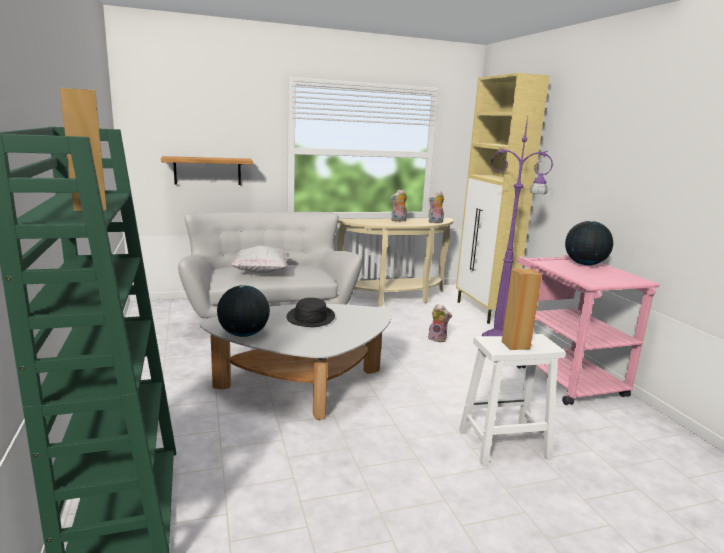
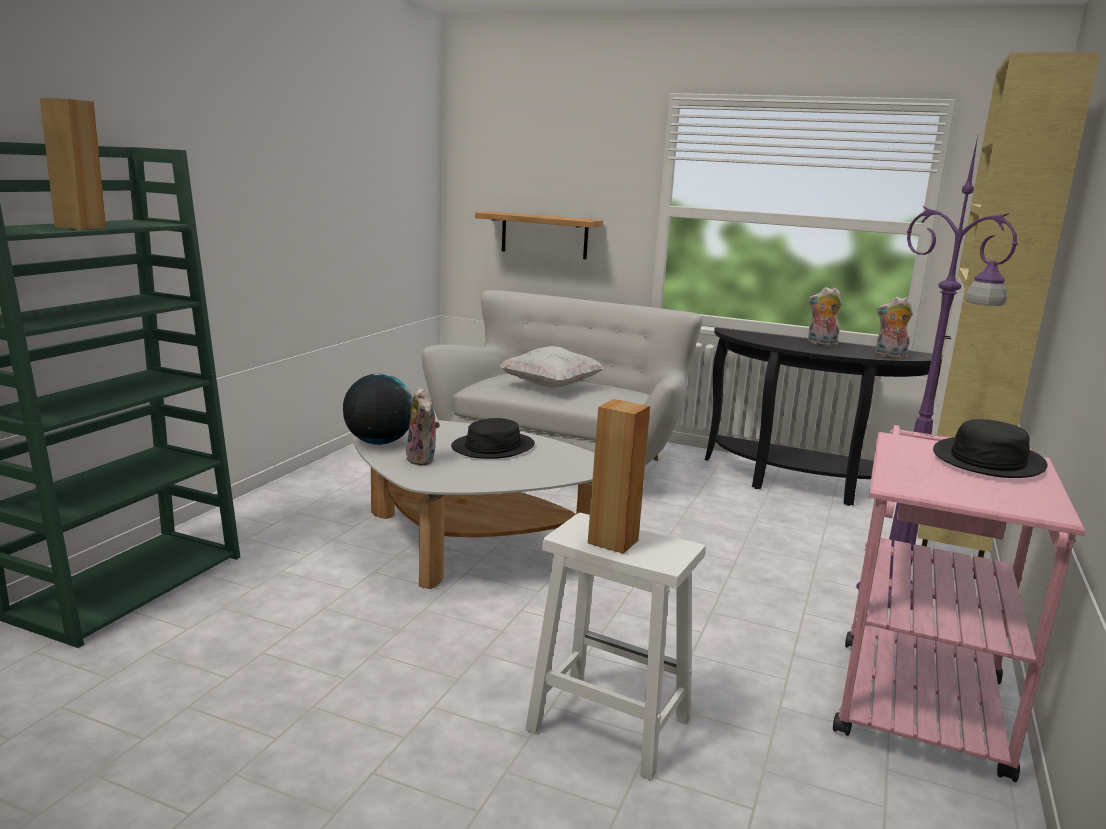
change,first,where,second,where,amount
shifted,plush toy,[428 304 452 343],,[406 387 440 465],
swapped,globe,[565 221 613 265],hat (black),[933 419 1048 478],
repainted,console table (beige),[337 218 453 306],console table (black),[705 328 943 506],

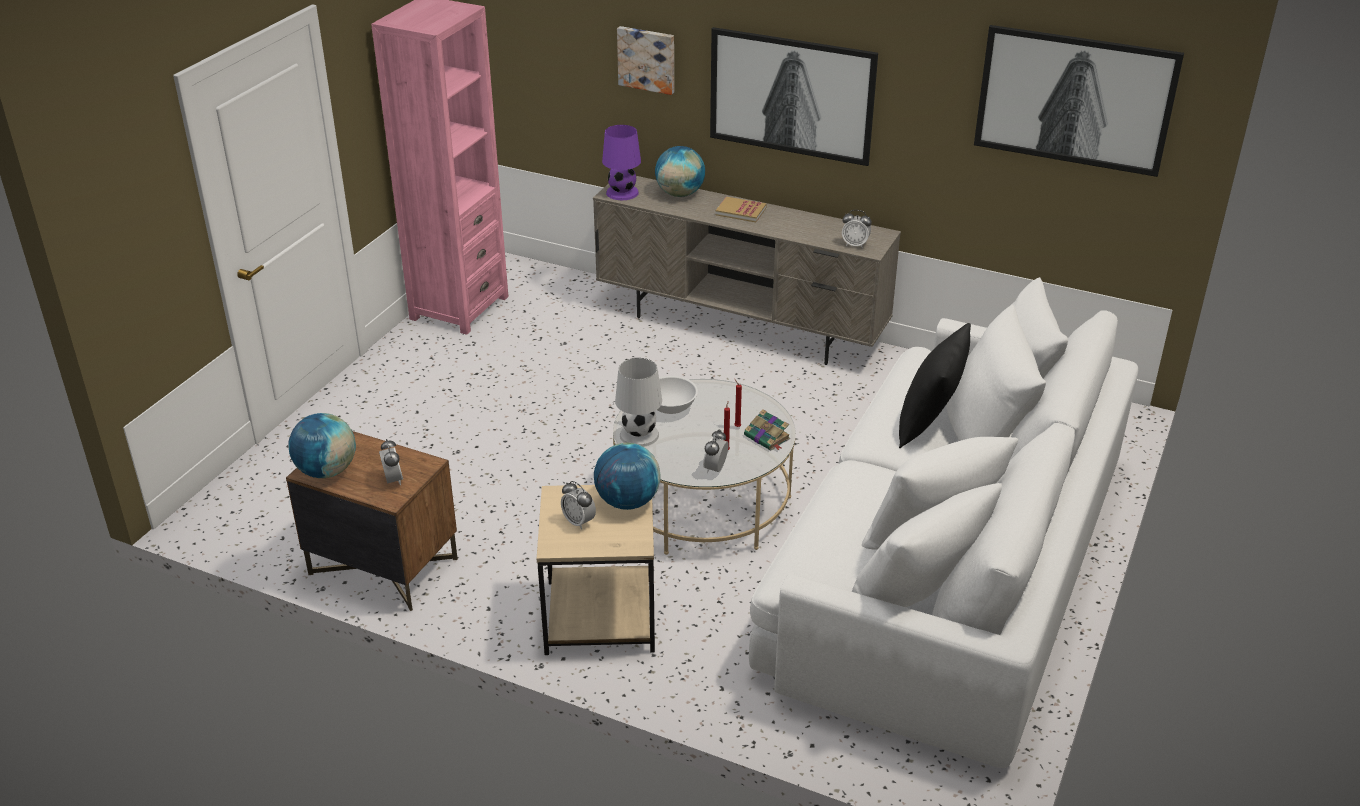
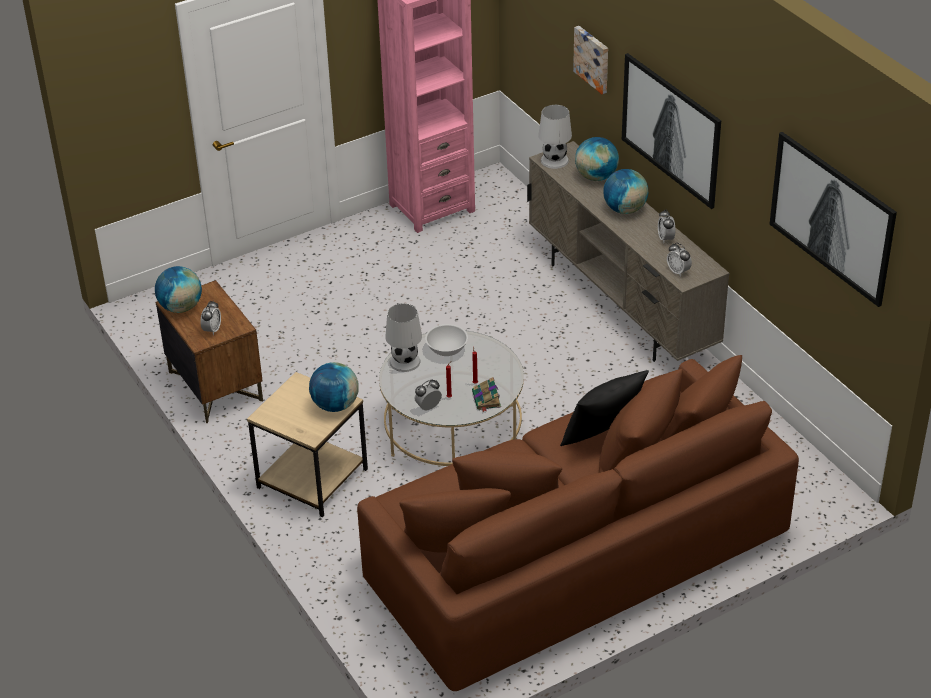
change,first,where,second,where,amount
shifted,alarm clock,[561 481 596 530],,[658 210 675 242],
swapped,book,[716 197 767 222],globe,[603 169 648 214],
repainted,table lamp (purple),[602 125 641 200],table lamp (white),[538 105 572 169],
repainted,sofa (white),[749 277 1138 768],sofa (brown),[357 355 799 691],

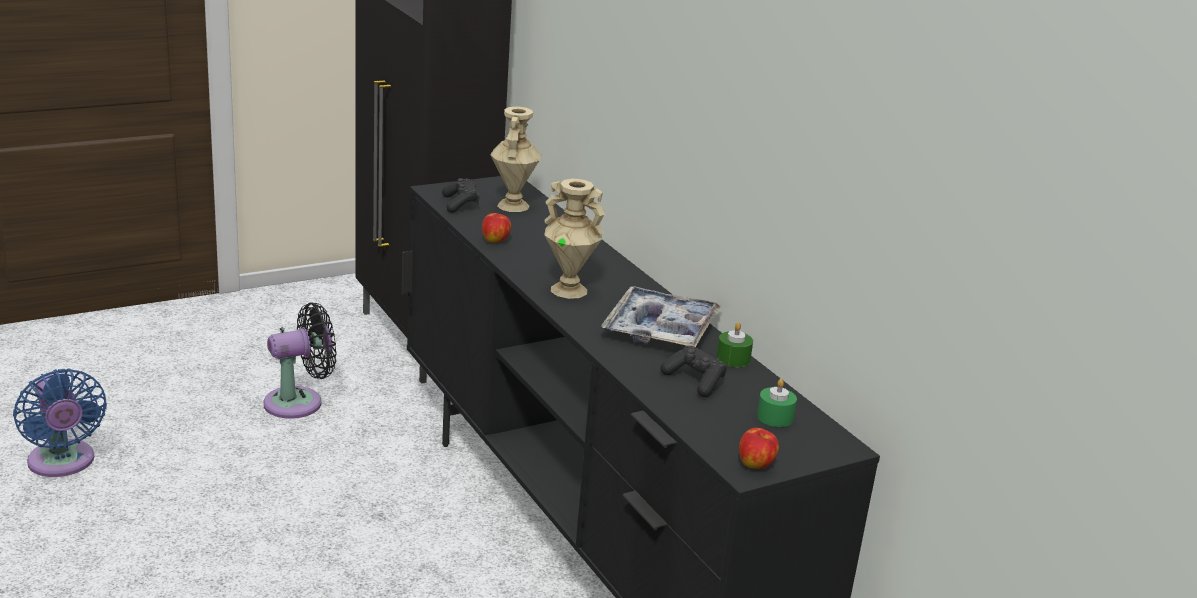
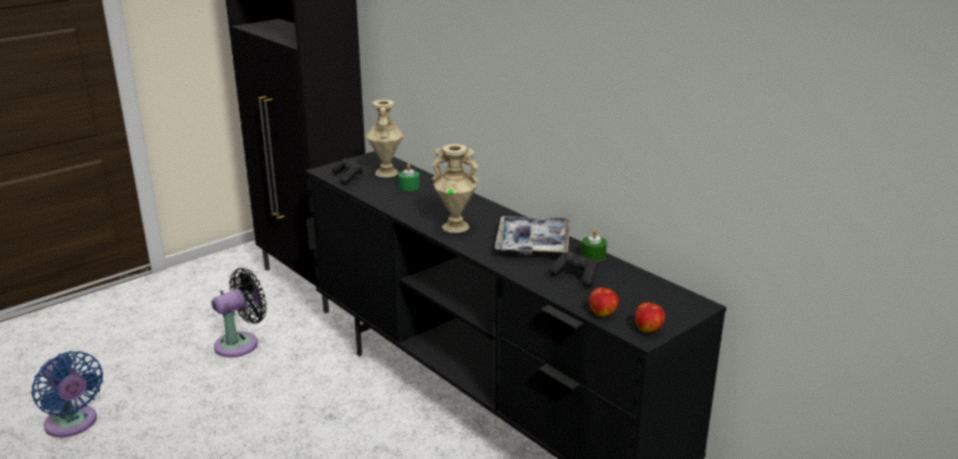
change,first,where,second,where,amount
shifted,apple,[482 213 511 243],,[589 288 619 317],
shifted,candle (green),[757 379 797 427],,[398 164 420 191],

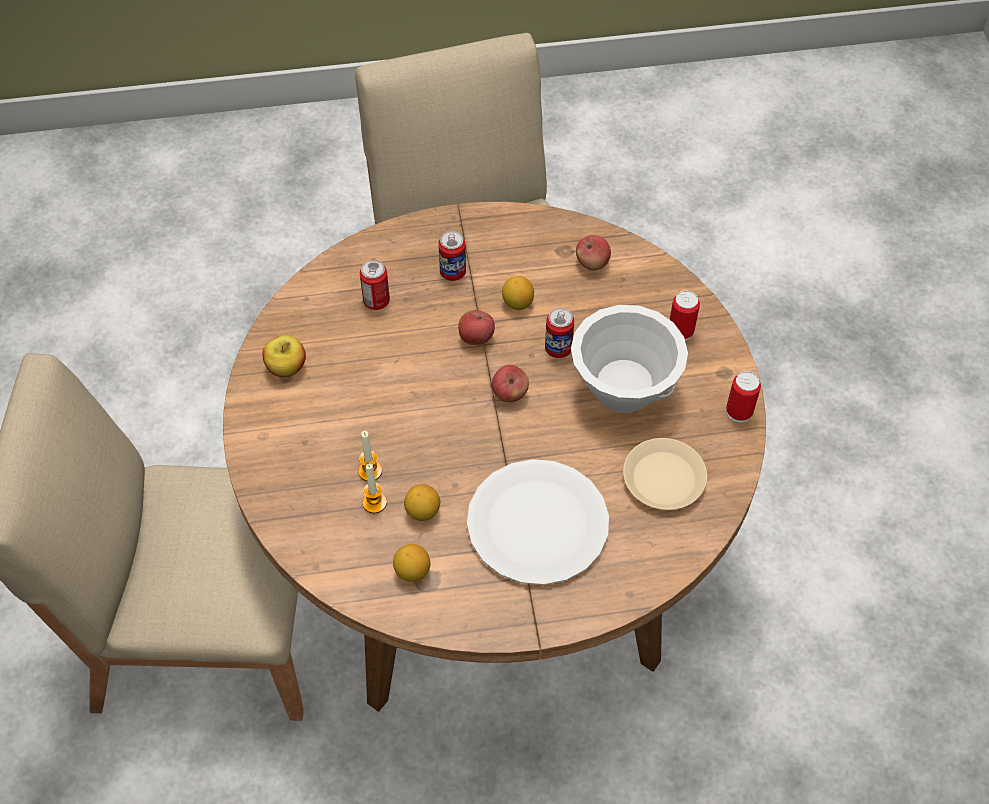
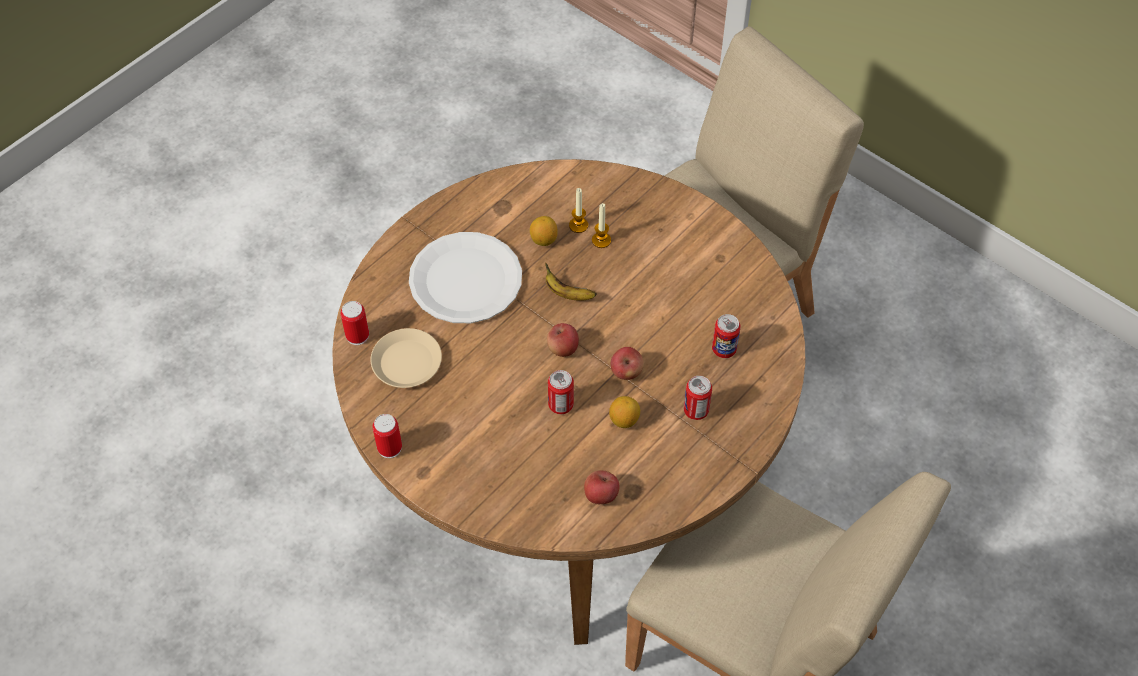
change,first,where,second,where,amount
gone,apple,[262 335 306 377],,,
gone,lemon,[393 544 431 582],,,
gone,bowl (white),[571 305 688 413],,,
new,,,banana,[545 263 597 301],
shifted,can,[670 291 700 341],,[341 301 369 345],

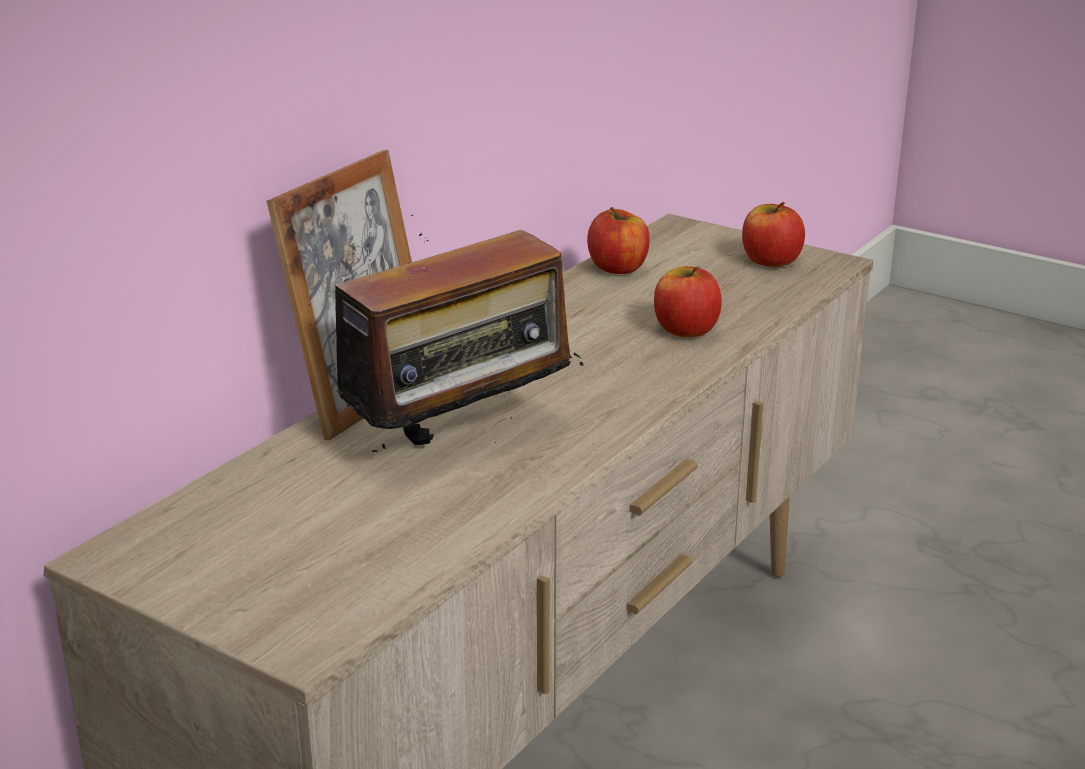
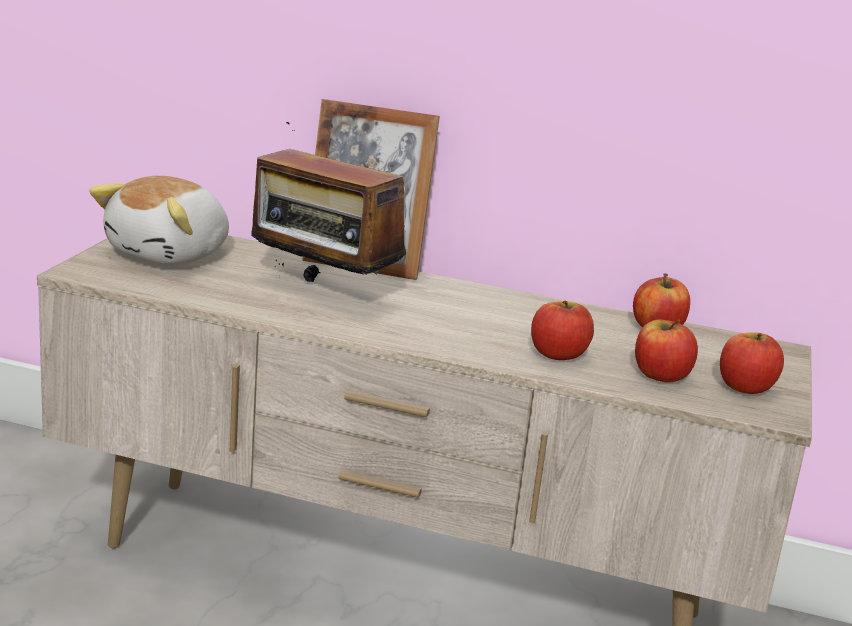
change,first,where,second,where,amount
new,,,plush toy,[89 176 229 265],
new,,,apple,[635 319 698 383],

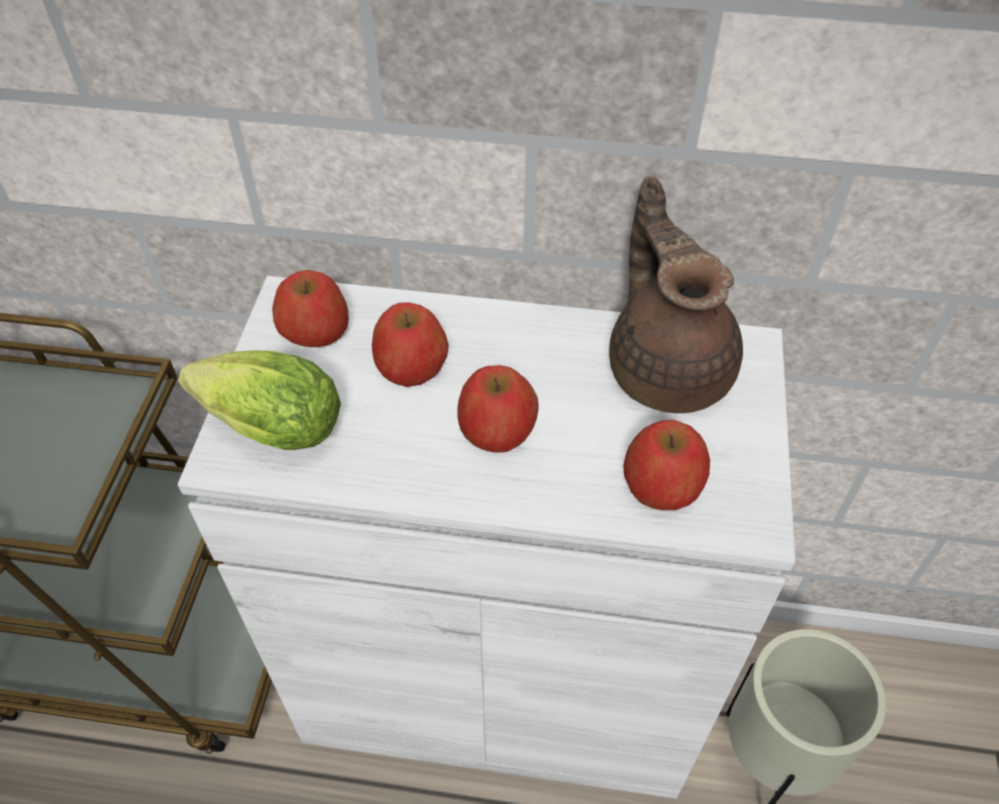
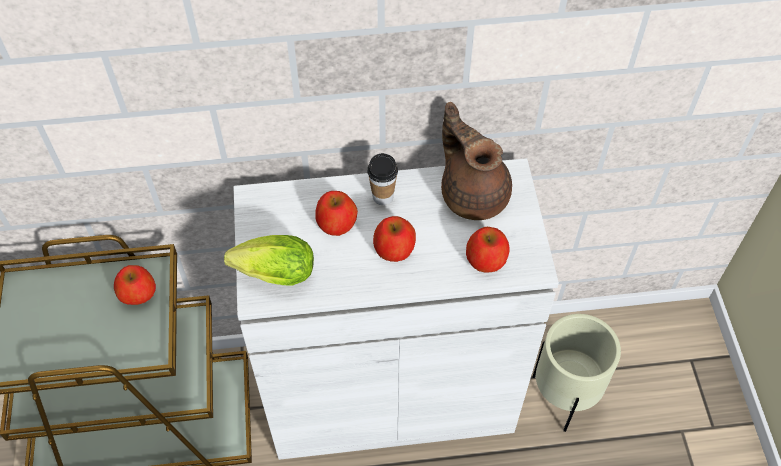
change,first,where,second,where,amount
new,,,cup,[367 153 398 205],
shifted,apple,[272 270 349 347],,[114 265 156 305],

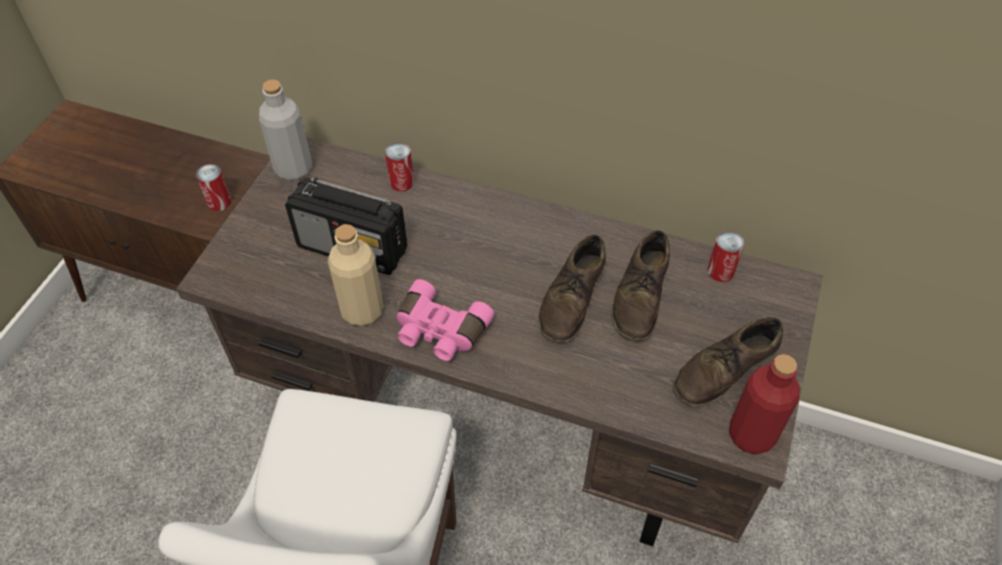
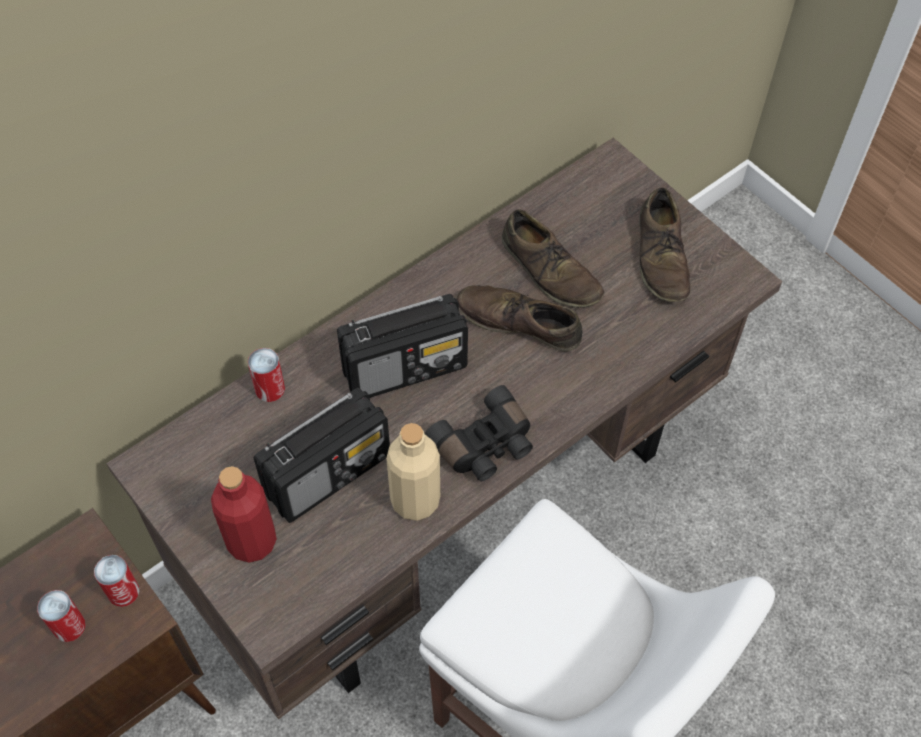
change,first,where,second,where,amount
gone,bottle (grey),[259 79 312 180],,,
new,,,radio,[337 294 468 398],
shifted,can,[707 231 744 282],,[37 590 86 642],
shifted,bottle (red),[729 354 800 455],,[211 466 277 563],
repainted,binoculars (pink),[397 279 494 361],binoculars (black),[425 385 533 481],
rotated,shoe (brown),[538 235 606 343],,[456 285 582 351],150 degrees clockwise

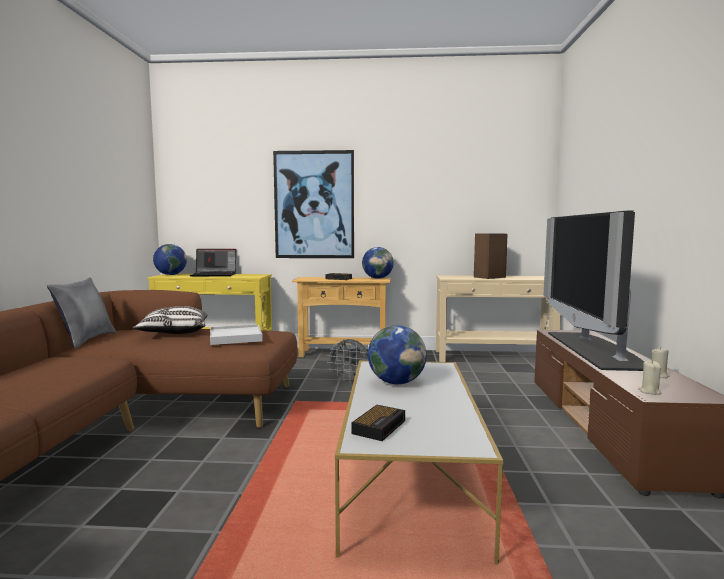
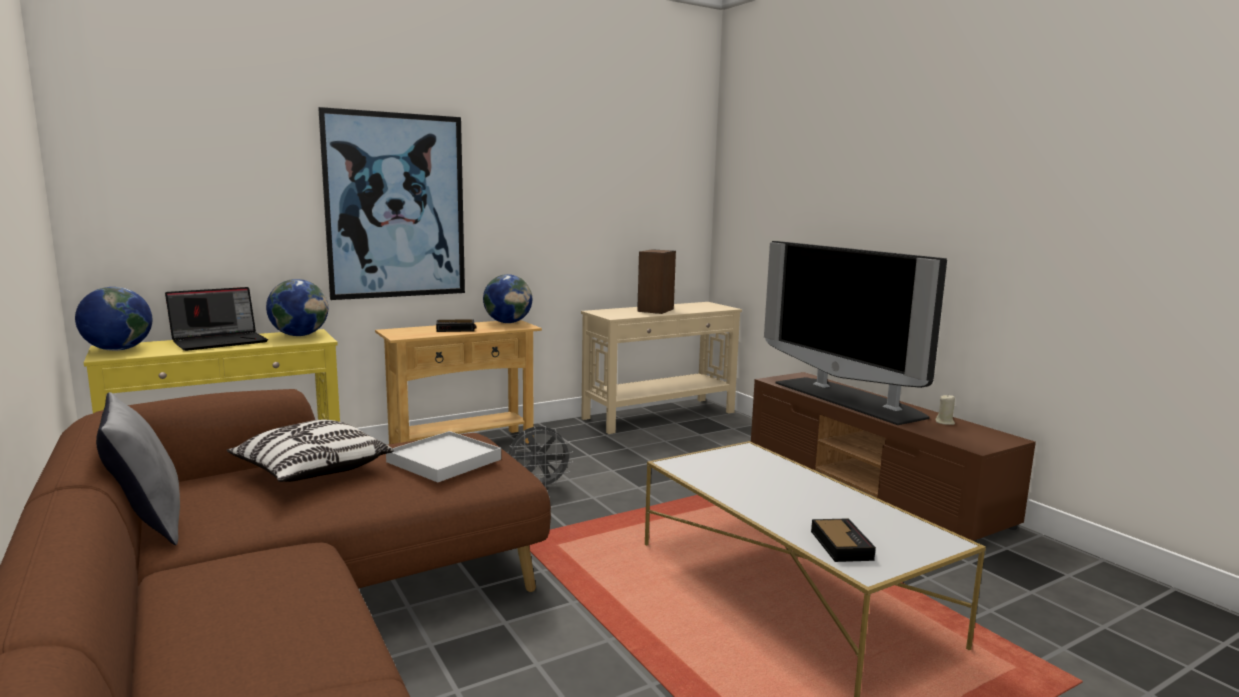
change,first,where,second,where,amount
gone,candle (beige),[638 360 661 395],,,
shifted,globe,[368 325 427 384],,[266 279 328 336],

